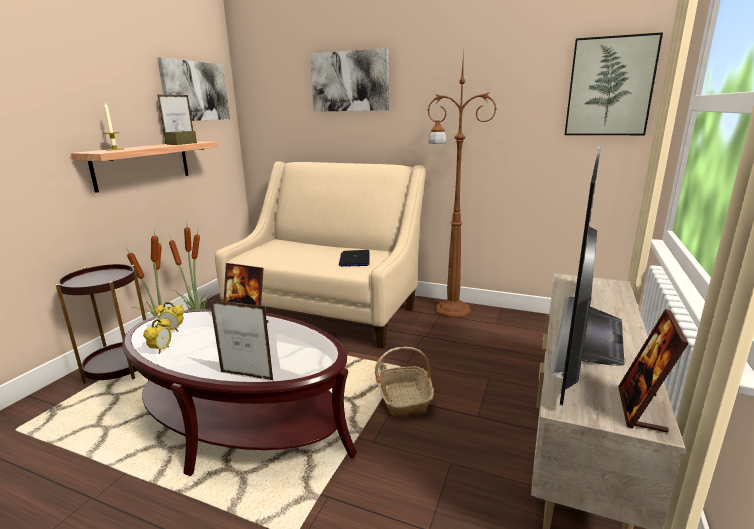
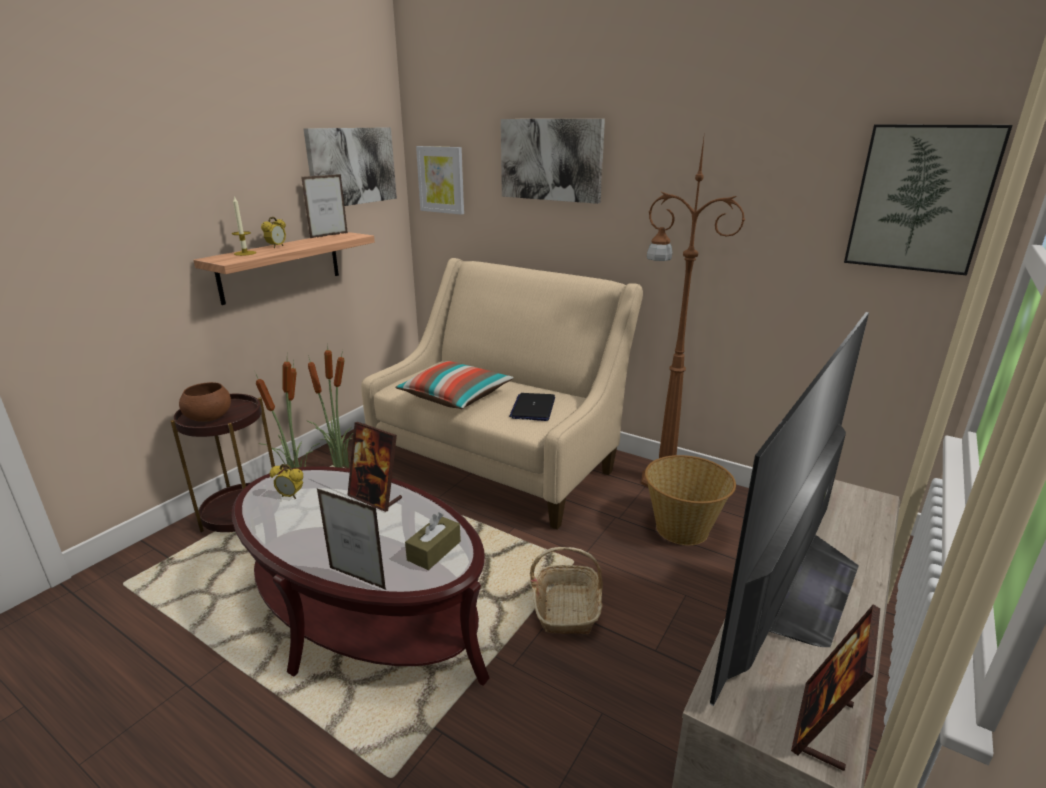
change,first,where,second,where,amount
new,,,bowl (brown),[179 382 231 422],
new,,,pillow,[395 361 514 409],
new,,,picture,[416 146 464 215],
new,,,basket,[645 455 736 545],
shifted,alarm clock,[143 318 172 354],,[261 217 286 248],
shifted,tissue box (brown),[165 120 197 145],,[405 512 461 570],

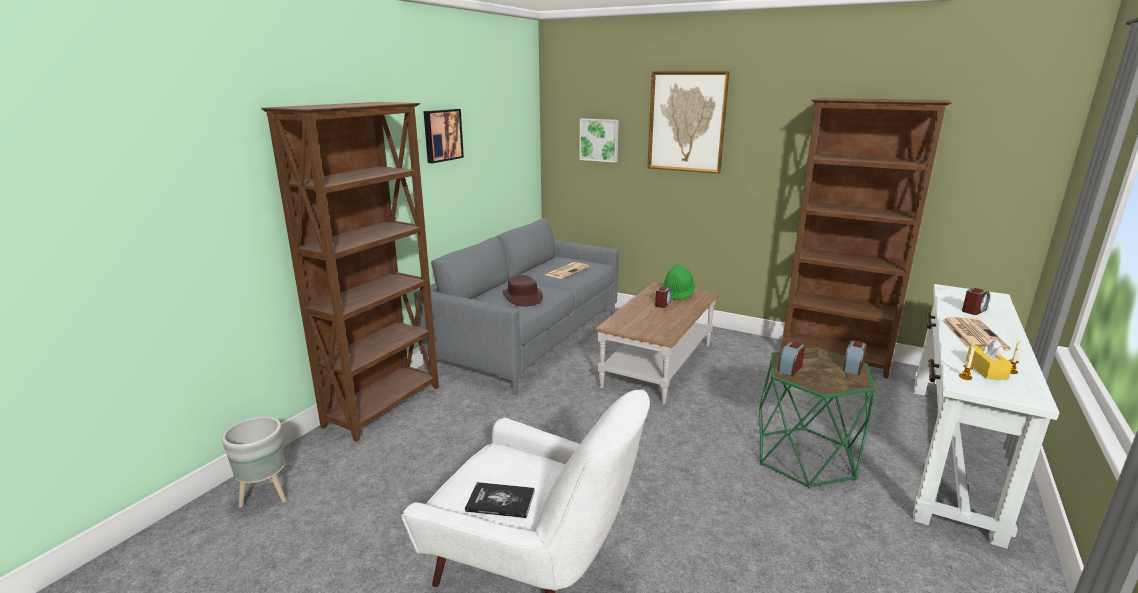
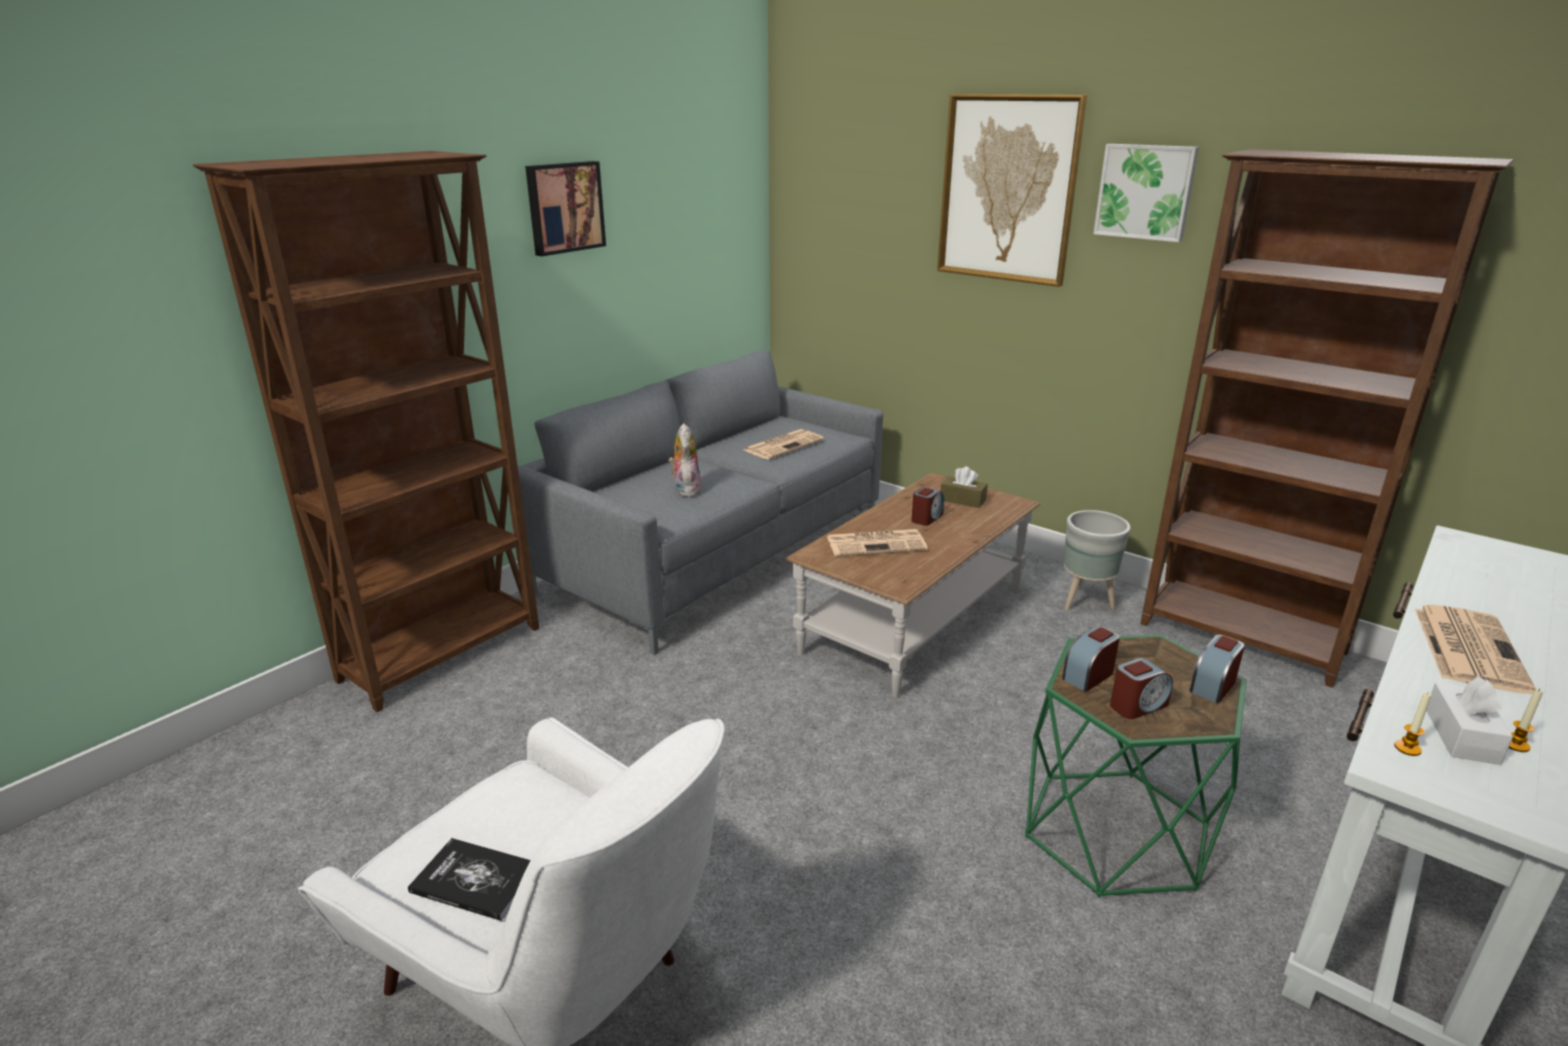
change,first,where,second,where,amount
new,,,newspaper,[827 529 928 556],
shifted,planter (grey),[222 417 287 508],,[1064 510 1131 610],
shifted,picture,[579 119 619 163],,[1093 144 1199 242],
shifted,alarm clock,[962 288 990 315],,[1110 658 1173 719],
swapped,hat (brown),[502 275 543 306],plush toy,[668 423 702 497],
swapped,hat (green),[664 265 695 301],tissue box (brown),[941 467 988 508],
repainted,tissue box (yellow),[966 339 1013 380],tissue box (white),[1426 676 1513 765],

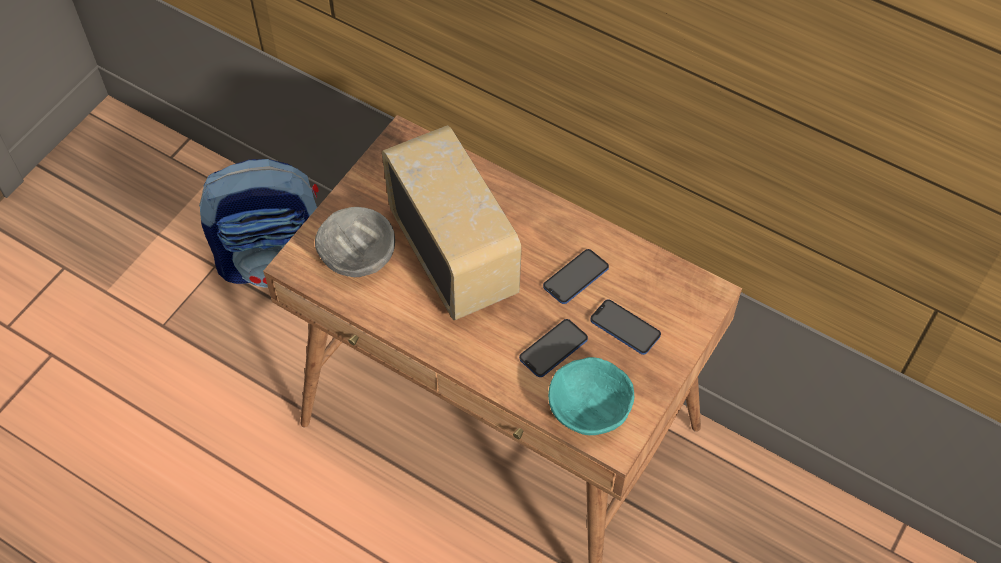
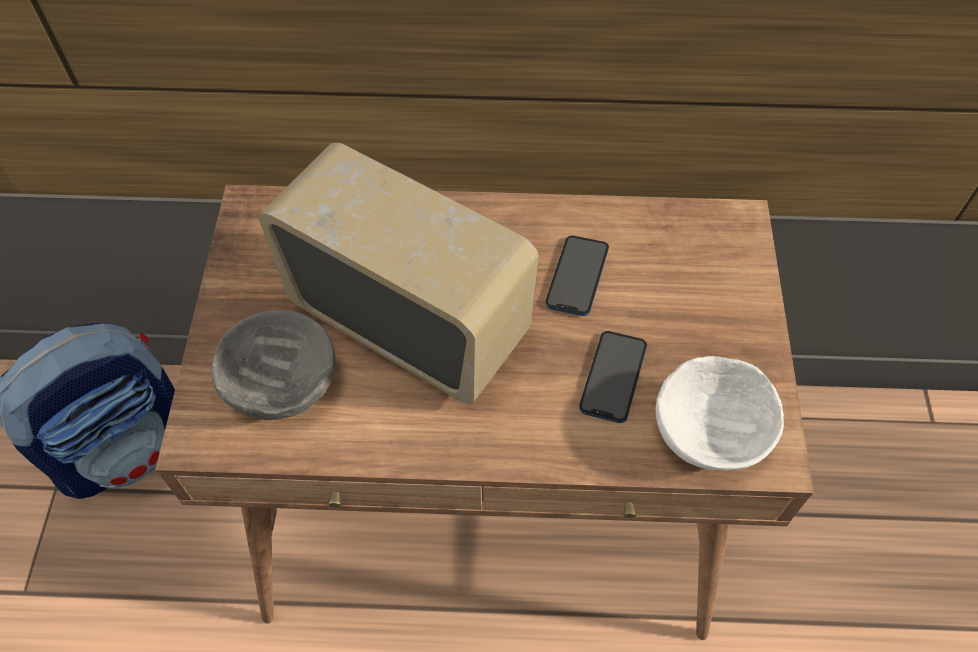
change,first,where,second,where,amount
gone,phone,[590 299 661 355],,,
repainted,bowl (turquoise),[548 357 634 435],bowl (white),[656 356 784 471],

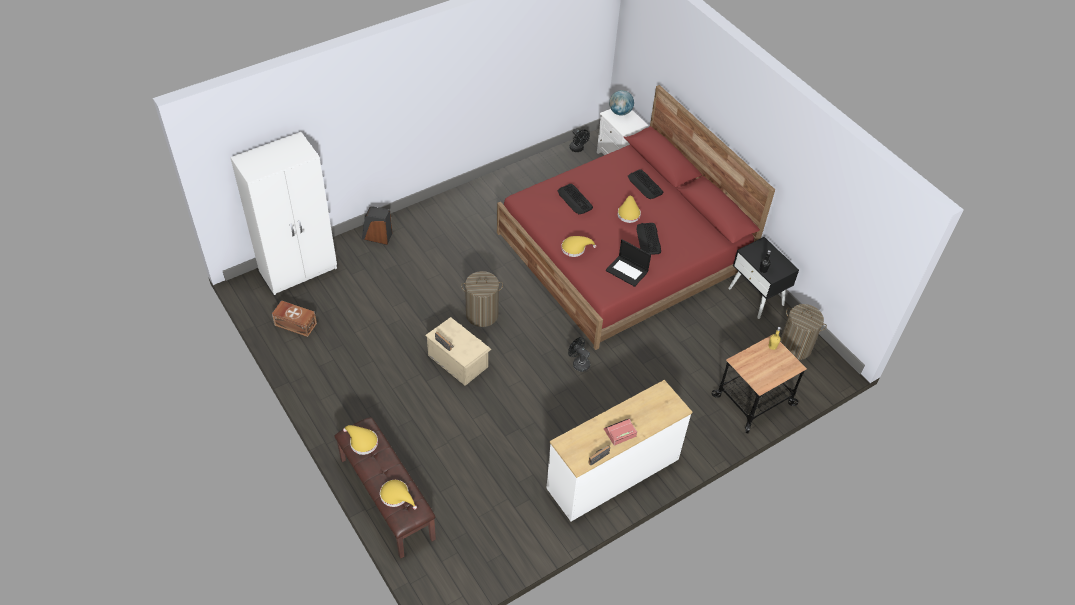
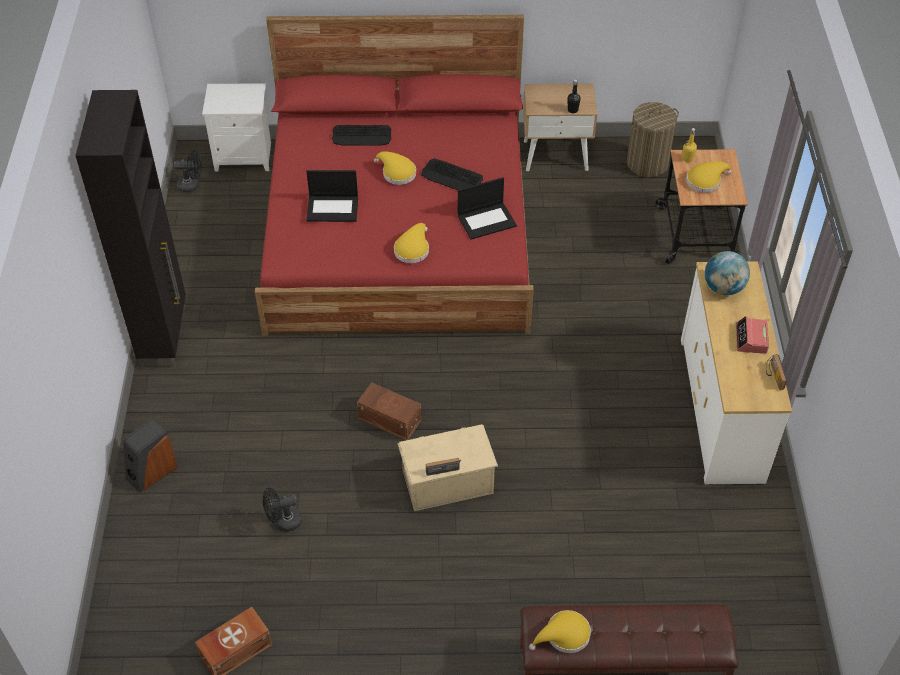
change,first,where,second,where,amount
gone,wardrobe (white),[230 132 337 295],,,
new,,,cabinet (black),[75 90 186 369],
shifted,hat (yellow),[380 480 417 510],,[686 161 732 193],
shifted,fan (black),[568 337 590 372],,[263 487 302 532],
shifted,globe,[609 90 634 116],,[705 251 750 295],
swapped,laundry basket,[461 271 503 327],storage box (brown),[357 382 421 440],
swapped,keyboard,[557 184 593 214],laptop,[306 170 358 222],
repainted,nightstand (black),[728 237 799 319],nightstand (beige),[523 83 598 171],

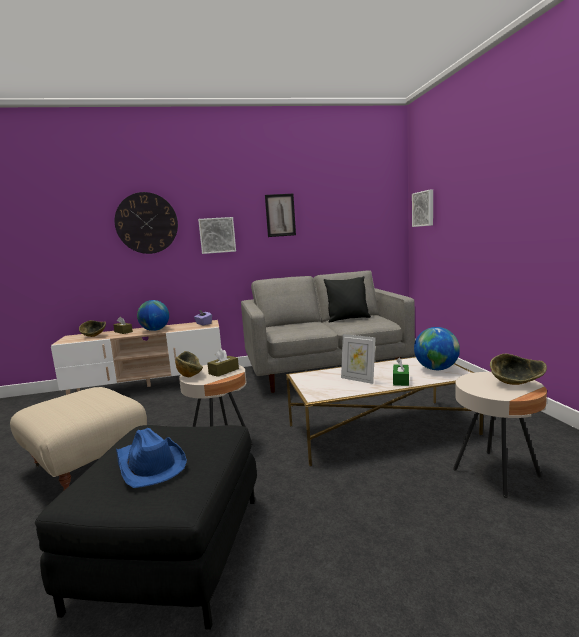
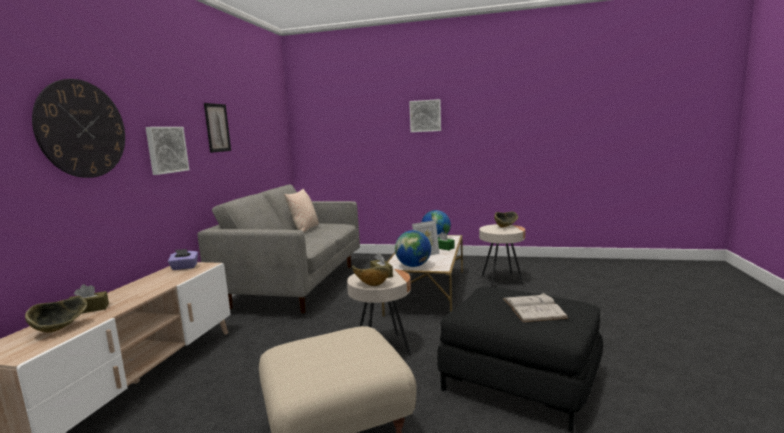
change,first,where,second,where,amount
shifted,globe,[137 300 169 331],,[395 230 431 267],
shifted,picture,[412 189 433 227],,[409 99 441 132],
swapped,hat (blue),[116 428 187 488],book (white),[503 292 569 322],
repainted,pillow (black),[324 276 371 323],pillow (beige),[284 189 319 232],

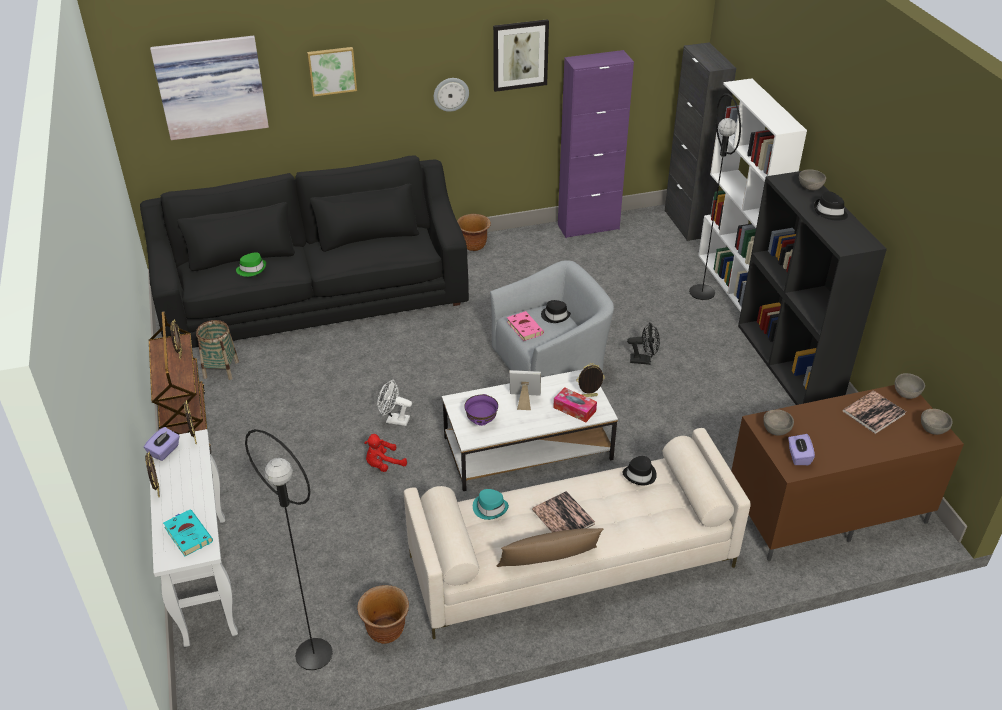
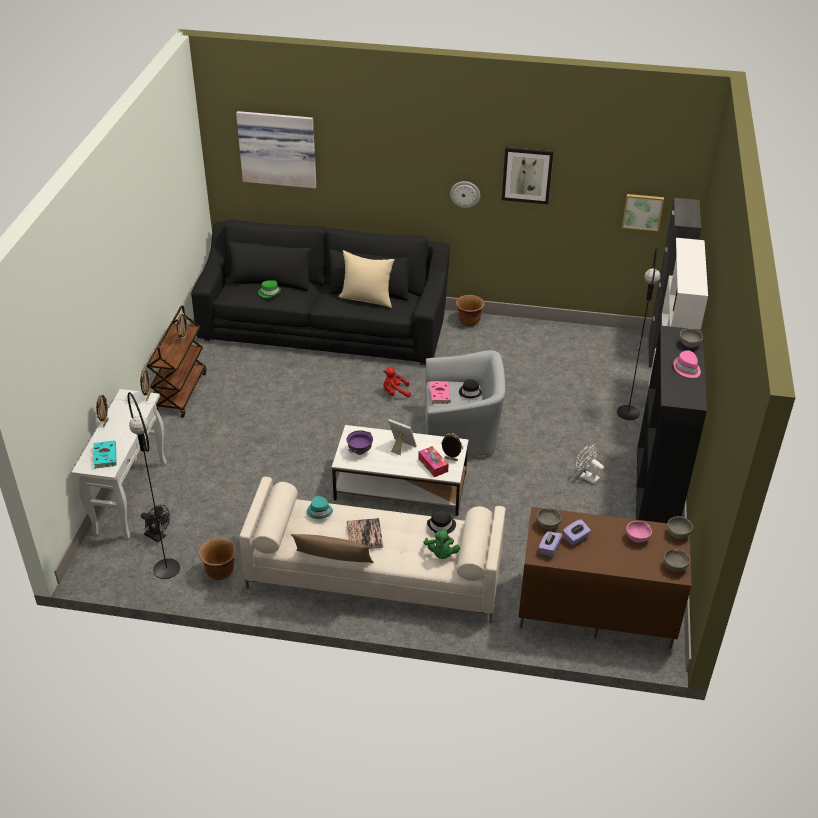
change,first,where,second,where,amount
gone,basket,[196 320 239 380],,,
gone,cabinet (purple),[558 50 634 238],,,
new,,,pillow (beige),[338 250 395 308],
new,,,plush toy (green),[423 530 460 559],
shifted,tissue box (purple),[144 427 180 461],,[563 519 591 546],
shifted,picture,[307 47 357 96],,[622 194 664 231],
shifted,plush toy (red),[364 434 407 472],,[383 367 411 398],
shifted,fan (white),[377 380 412 426],,[576 445 604 484],
shifted,fan (black),[627 322 660 365],,[141 505 170 543],
swapped,book,[842 390 906 434],bowl (pink),[626 521 652 543],
repainted,hat (black),[814 191 848 221],hat (pink),[673 350 701 378],

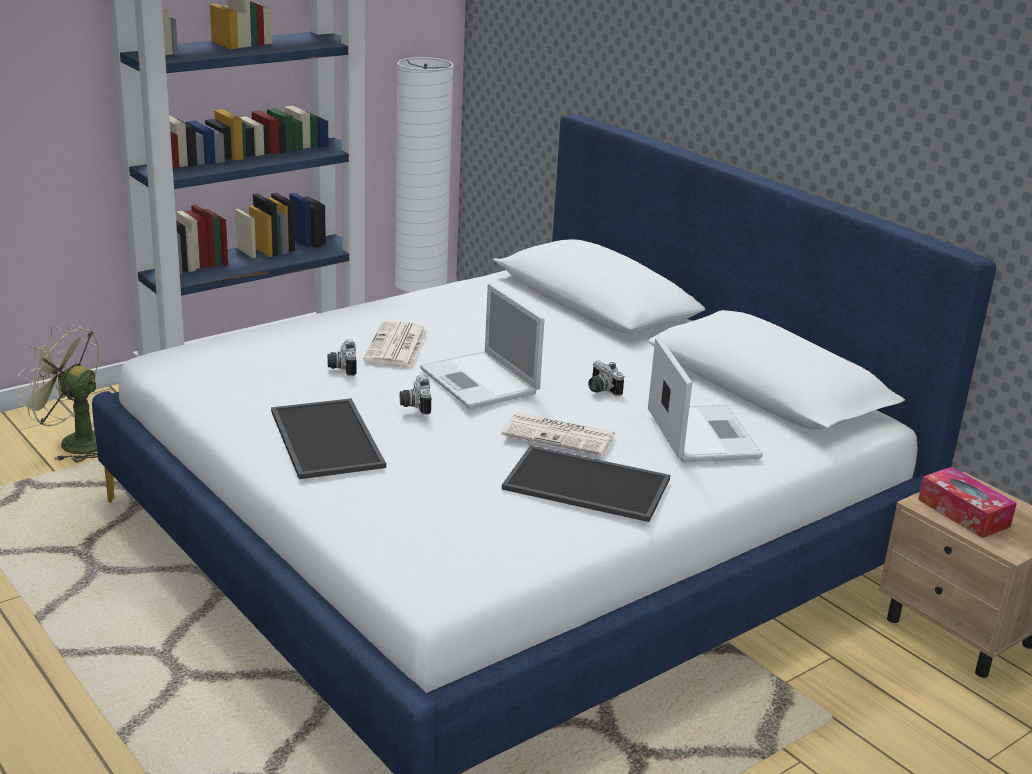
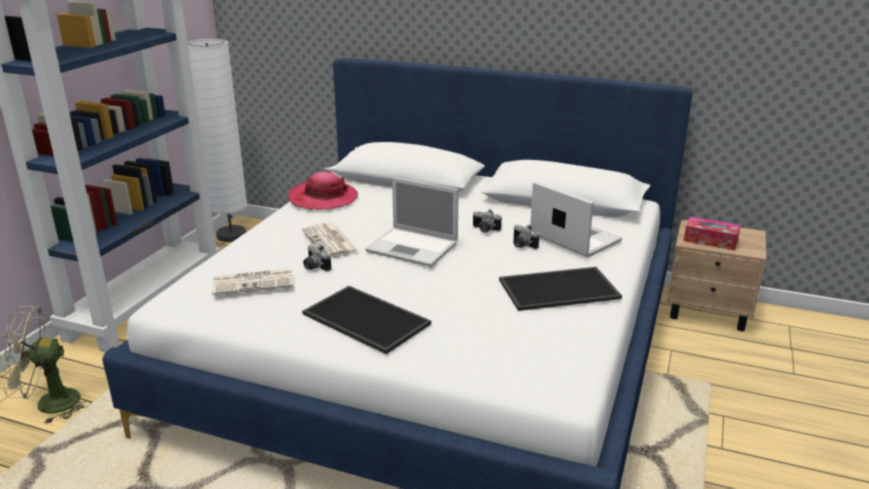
change,first,where,second,where,amount
new,,,hat,[288 172 358 210],
shifted,photo camera,[400 375 431 415],,[513 224 539 249],
shifted,newspaper,[501 412 615 456],,[212 268 294 295],

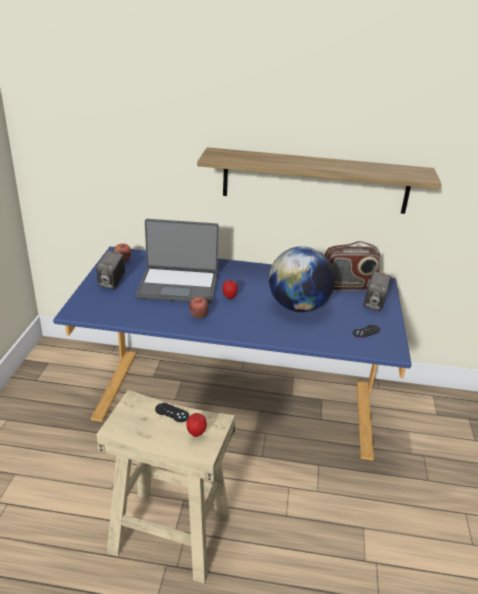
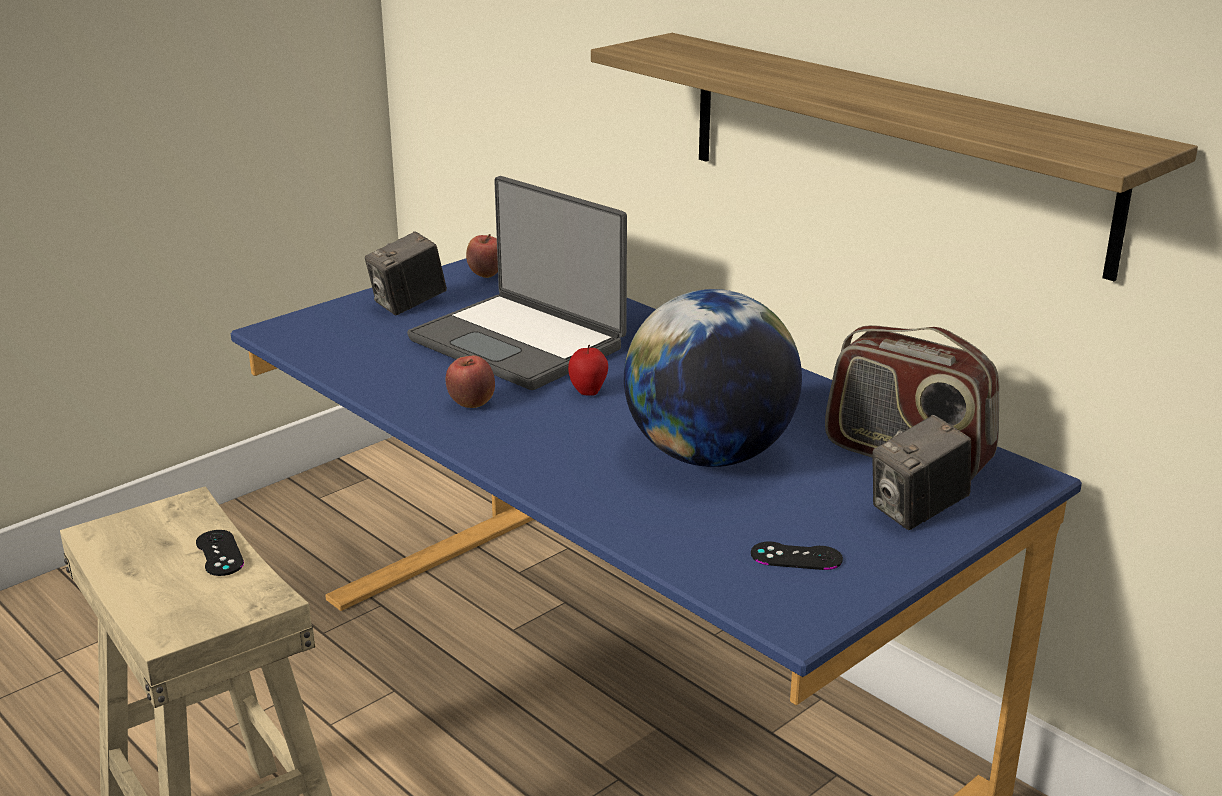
change,first,where,second,where,amount
gone,apple,[186 413 207 437],,,

